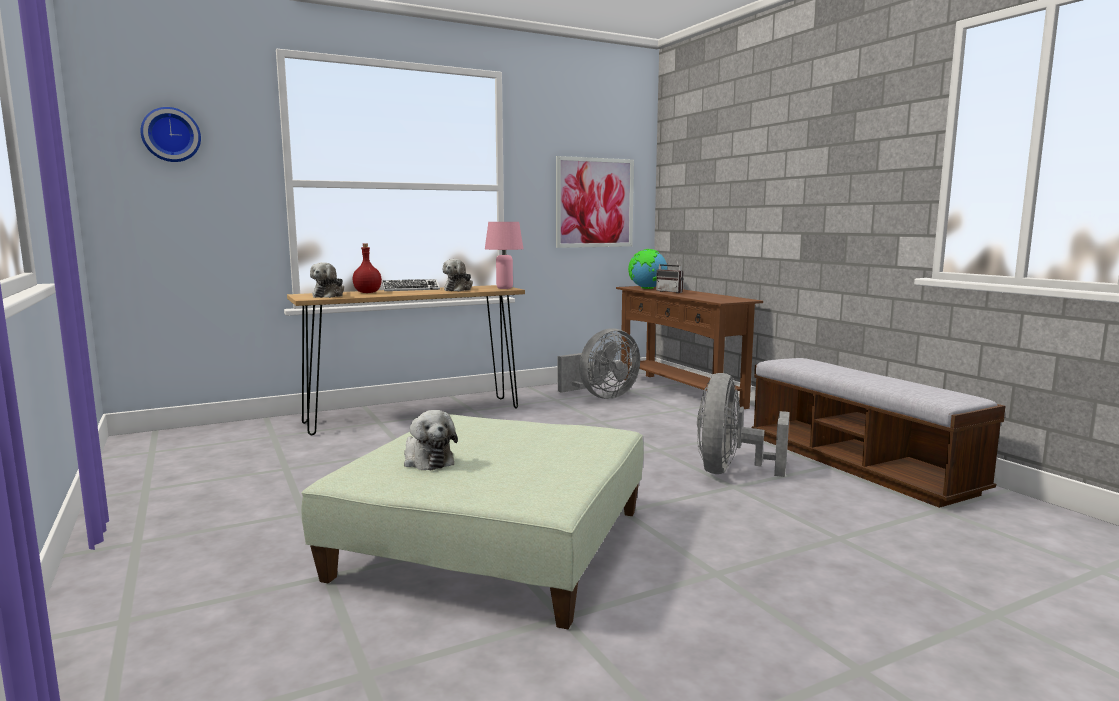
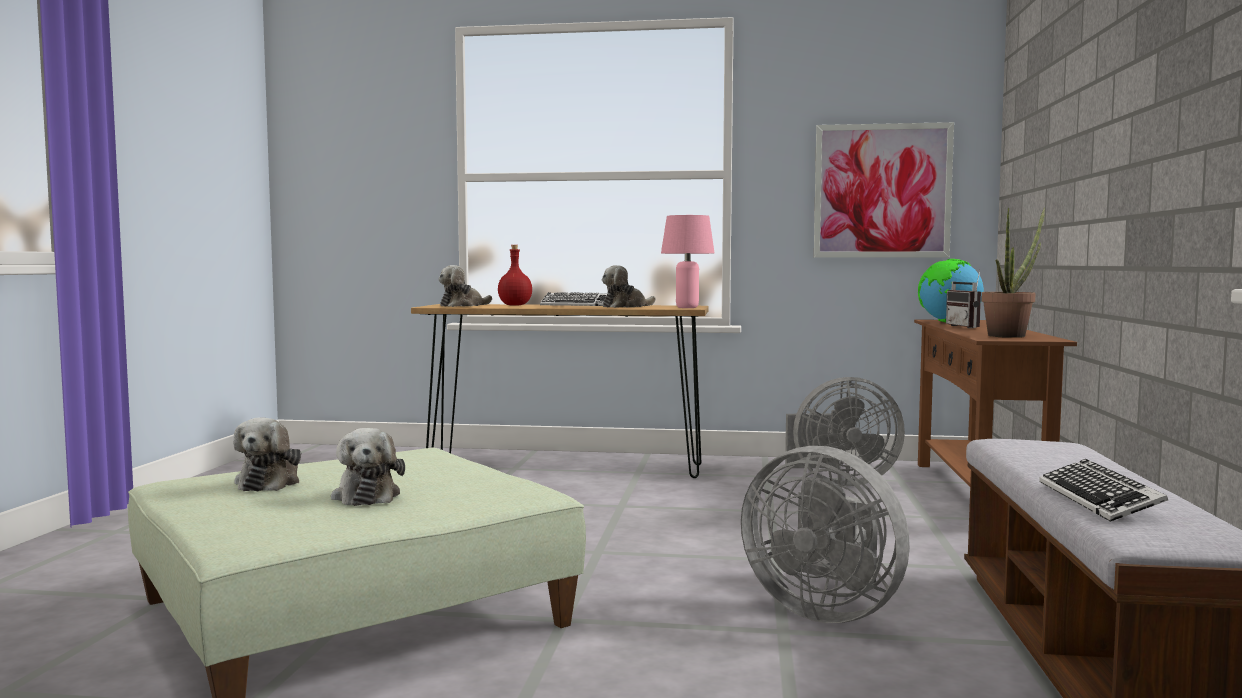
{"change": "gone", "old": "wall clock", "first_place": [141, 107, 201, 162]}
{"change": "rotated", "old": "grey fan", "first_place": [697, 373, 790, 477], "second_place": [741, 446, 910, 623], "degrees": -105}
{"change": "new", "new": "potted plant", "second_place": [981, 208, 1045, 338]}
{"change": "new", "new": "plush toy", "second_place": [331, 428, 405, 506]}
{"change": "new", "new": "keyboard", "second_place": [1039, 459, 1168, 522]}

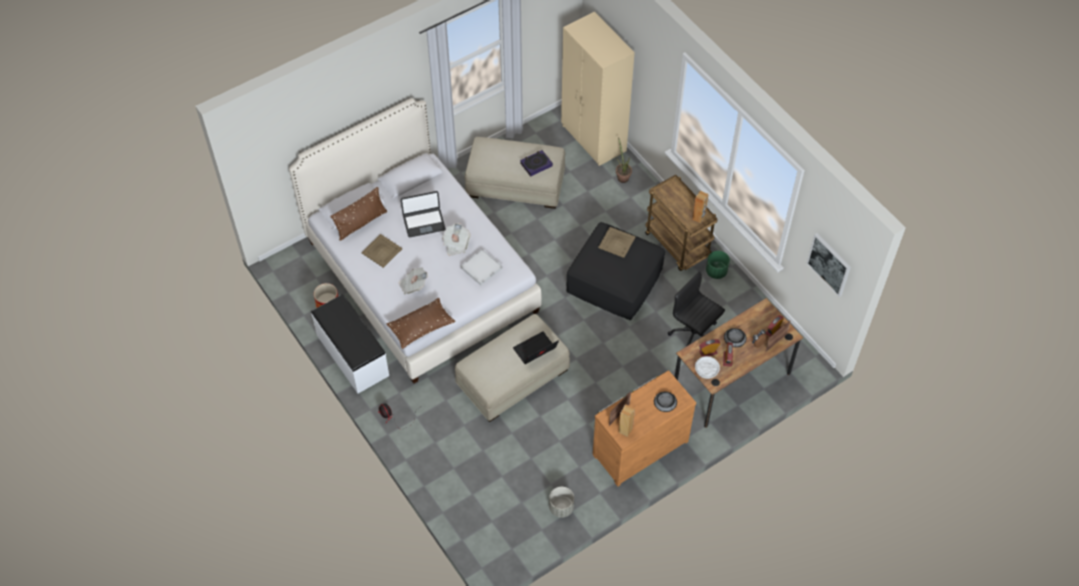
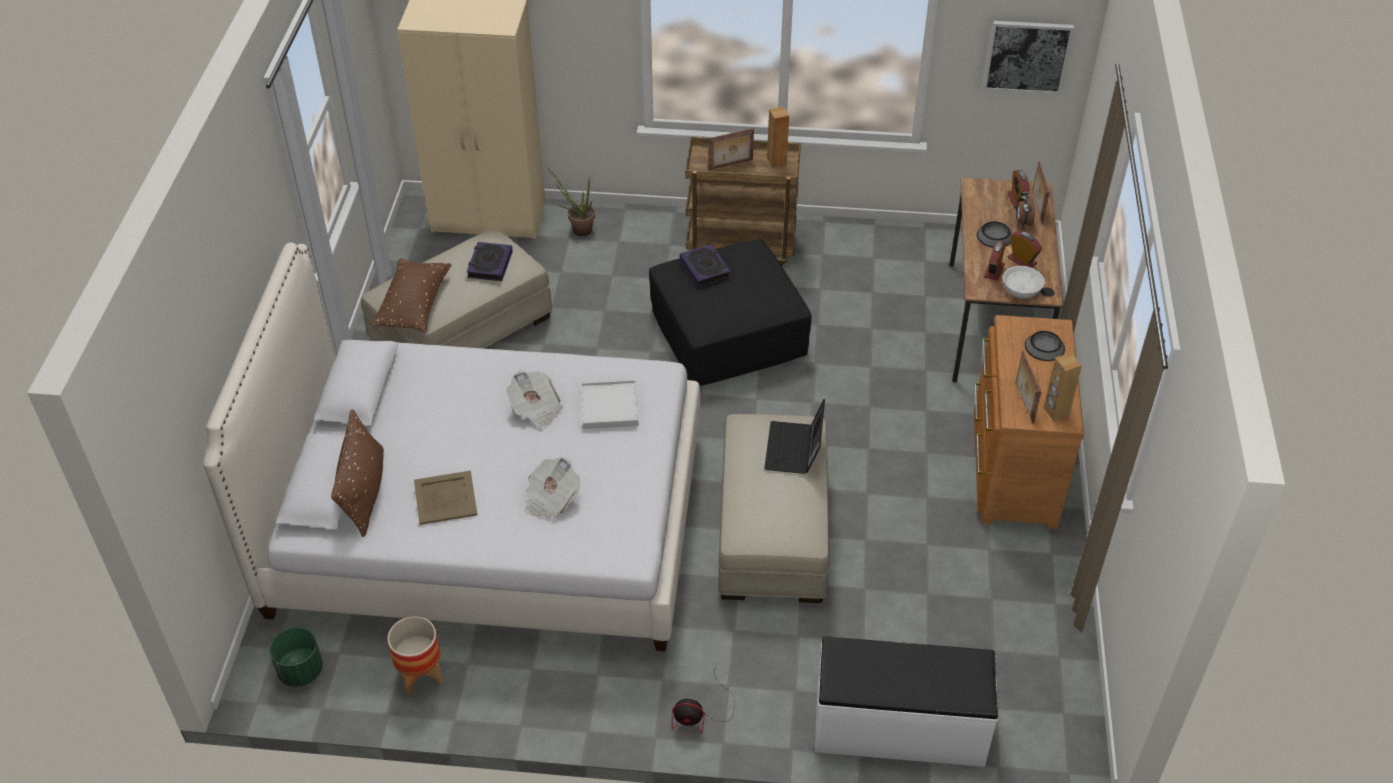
{"change": "gone", "old": "laptop", "first_place": [401, 191, 446, 237]}
{"change": "swapped", "old": "beige tray", "new": "book", "first_place": [598, 227, 636, 258], "second_place": [680, 244, 731, 287]}
{"change": "shifted", "old": "green planter", "first_place": [706, 251, 730, 279], "second_place": [269, 627, 323, 687]}
{"change": "gone", "old": "black office chair", "first_place": [668, 271, 725, 346]}
{"change": "shifted", "old": "white bench", "first_place": [311, 294, 389, 394], "second_place": [814, 637, 998, 767]}
{"change": "shifted", "old": "brown pillow", "first_place": [387, 298, 455, 349], "second_place": [371, 259, 451, 333]}
{"change": "gone", "old": "grey planter", "first_place": [549, 487, 574, 518]}
{"change": "new", "new": "picture frame", "second_place": [708, 128, 754, 170]}

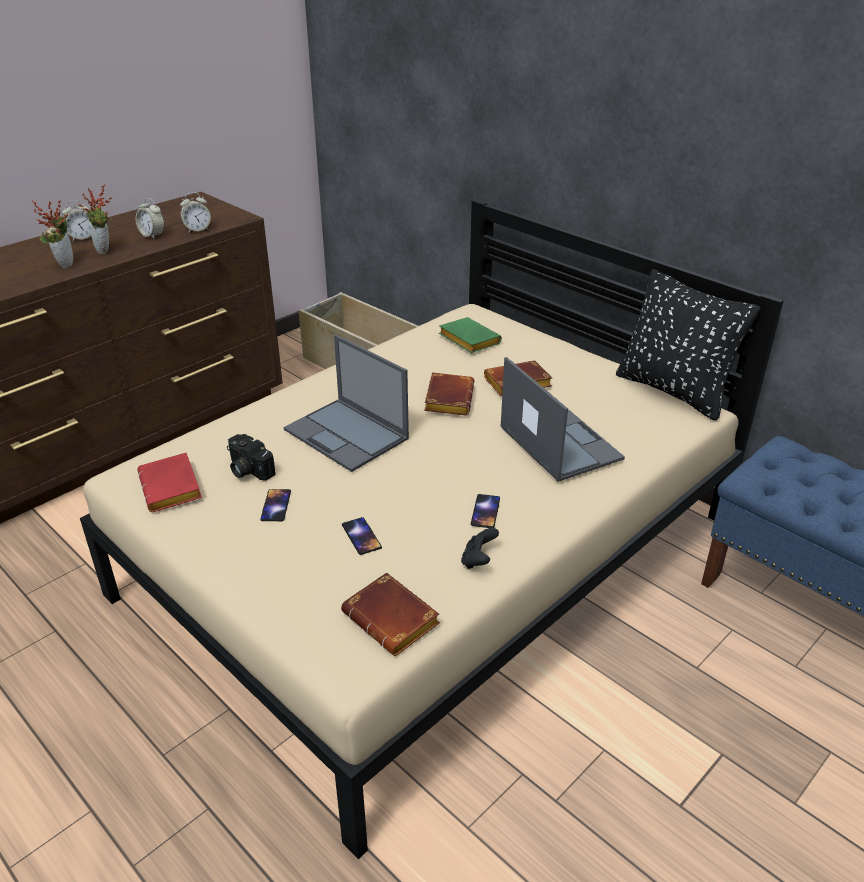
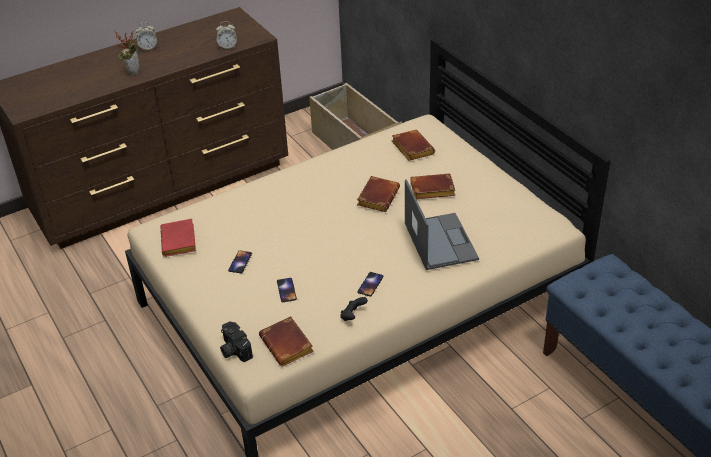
{"change": "gone", "old": "potted plant", "first_place": [78, 184, 113, 254]}
{"change": "gone", "old": "alarm clock", "first_place": [135, 198, 165, 239]}
{"change": "gone", "old": "black pillow", "first_place": [616, 269, 761, 421]}
{"change": "repainted", "old": "green book", "new": "brown book", "first_place": [439, 317, 502, 353], "second_place": [392, 130, 435, 161]}
{"change": "gone", "old": "laptop", "first_place": [284, 334, 409, 472]}
{"change": "shifted", "old": "photo camera", "first_place": [227, 434, 276, 481], "second_place": [220, 321, 253, 362]}

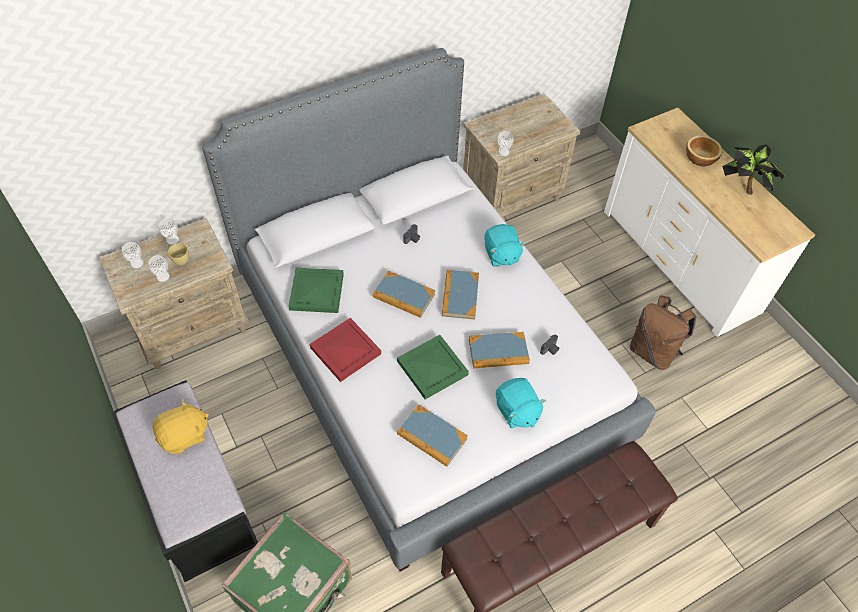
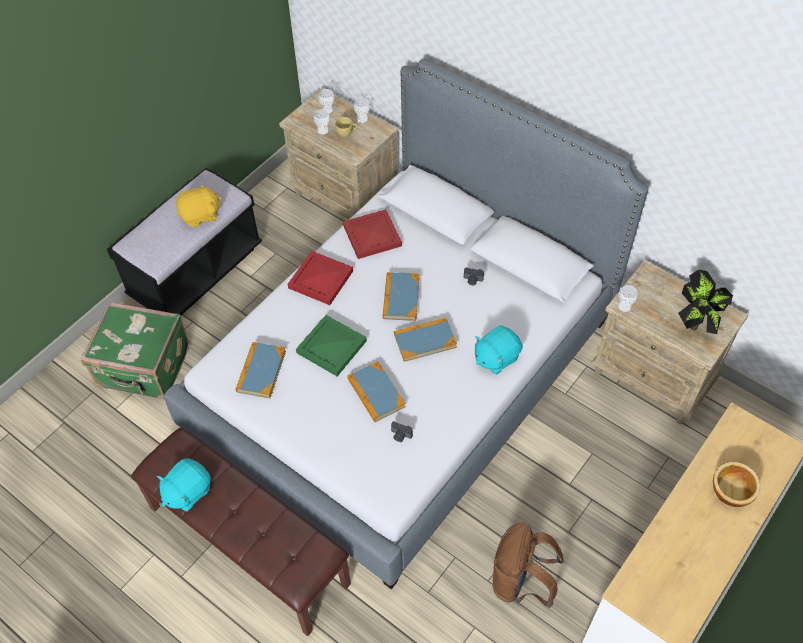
{"change": "shifted", "old": "potted plant", "first_place": [722, 144, 784, 195], "second_place": [678, 269, 733, 334]}
{"change": "repainted", "old": "green tray", "new": "red tray", "first_place": [288, 268, 344, 313], "second_place": [343, 209, 402, 259]}
{"change": "shifted", "old": "turquoise plush toy", "first_place": [496, 378, 546, 428], "second_place": [157, 458, 211, 512]}
{"change": "rotated", "old": "yellow plush toy", "first_place": [153, 399, 209, 454], "second_place": [176, 183, 222, 228], "degrees": -60}

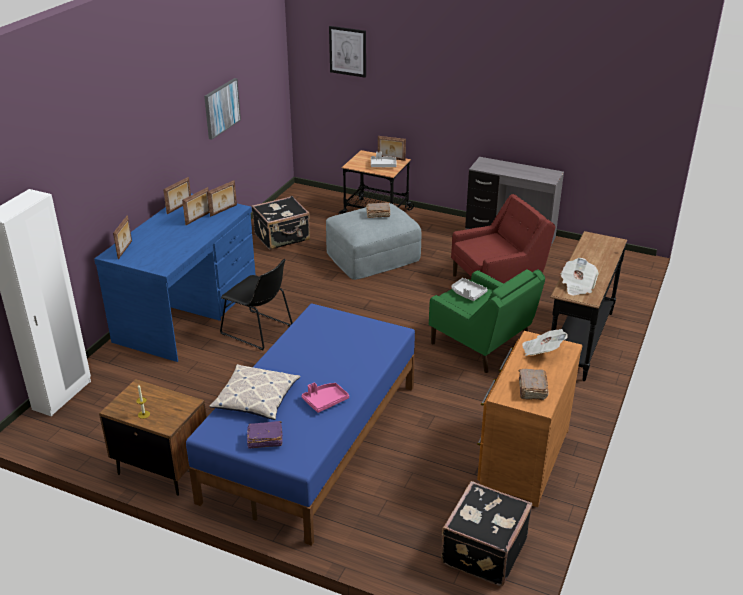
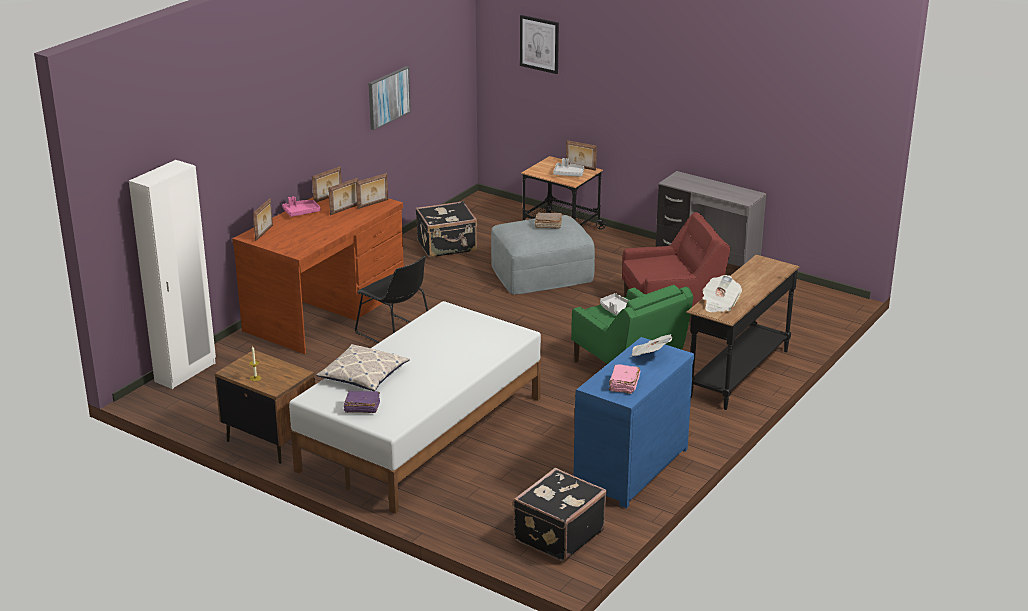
{"change": "repainted", "old": "blue desk", "new": "brown desk", "first_place": [94, 194, 256, 362], "second_place": [232, 197, 404, 354]}
{"change": "repainted", "old": "blue bed", "new": "white bed", "first_place": [186, 304, 415, 546], "second_place": [289, 301, 541, 514]}
{"change": "repainted", "old": "brown dresser", "new": "blue dresser", "first_place": [477, 331, 583, 507], "second_place": [573, 337, 694, 508]}
{"change": "repainted", "old": "brown book", "new": "pink book", "first_place": [519, 369, 549, 400], "second_place": [609, 364, 640, 394]}
{"change": "shifted", "old": "pink tray", "first_place": [301, 382, 349, 413], "second_place": [282, 196, 321, 217]}

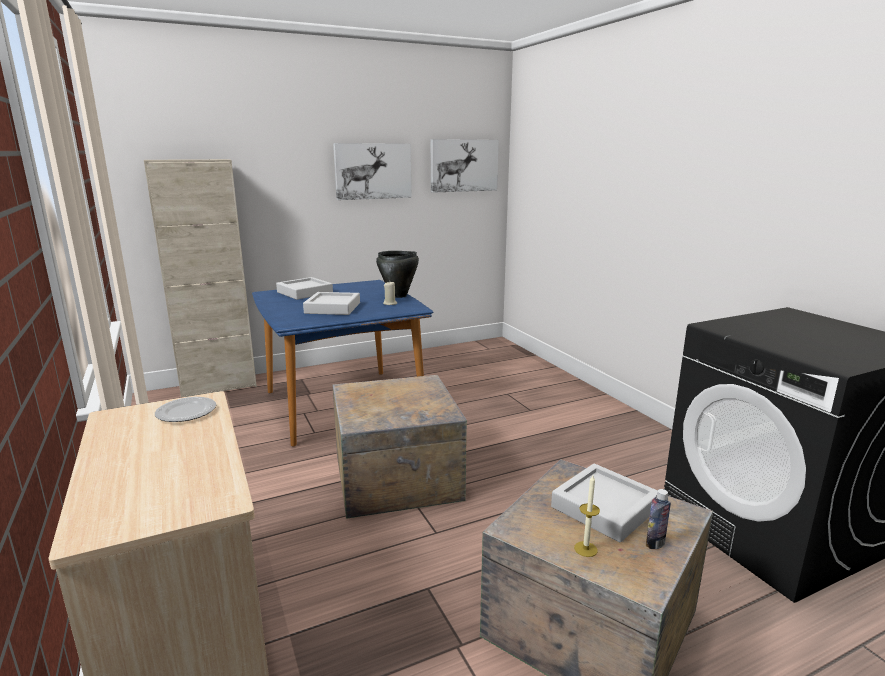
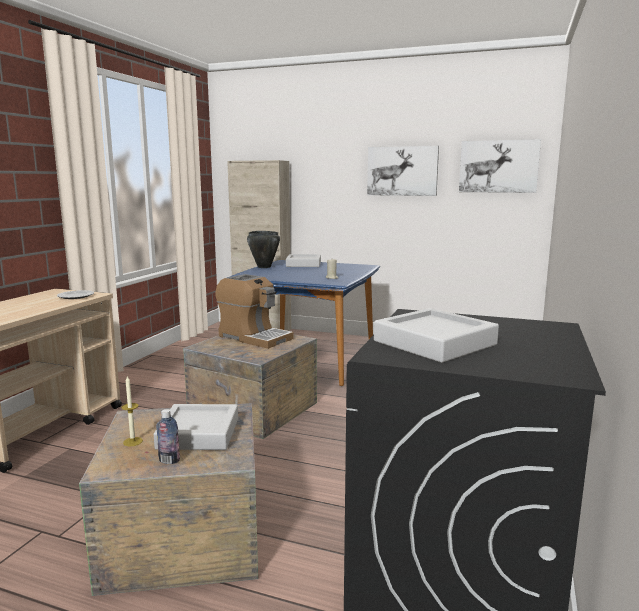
{"change": "shifted", "old": "black cooking pot", "first_place": [376, 251, 419, 298], "second_place": [247, 231, 280, 268]}
{"change": "shifted", "old": "grey tray", "first_place": [303, 292, 360, 315], "second_place": [374, 308, 499, 363]}
{"change": "new", "new": "coffee machine", "second_place": [215, 274, 294, 349]}

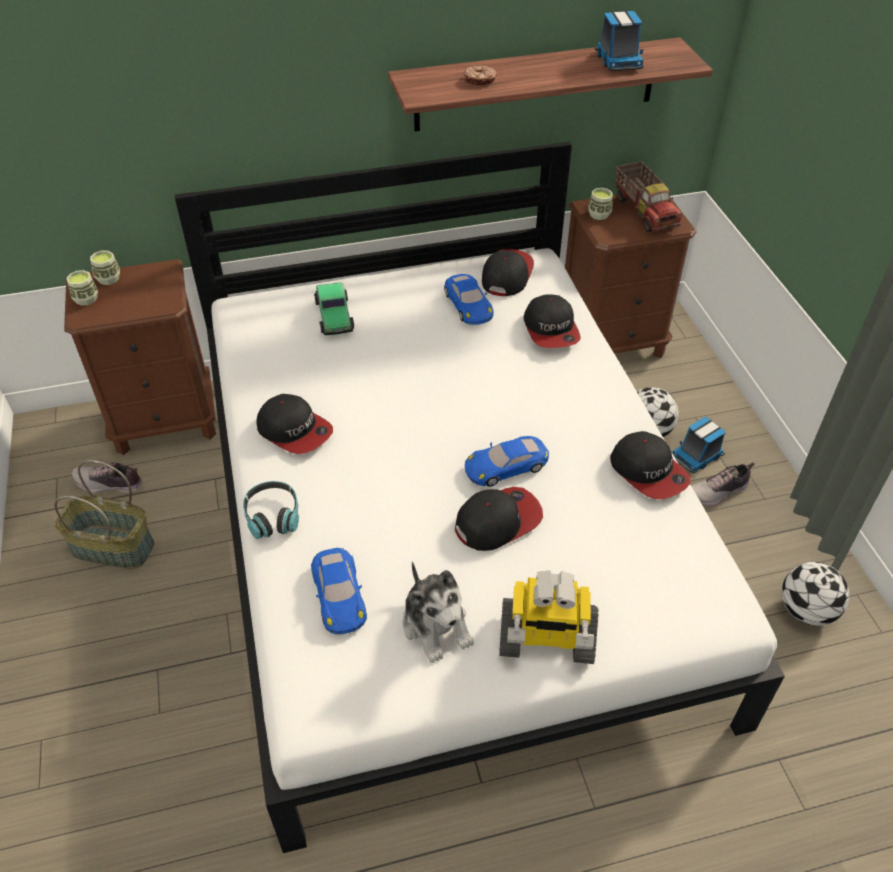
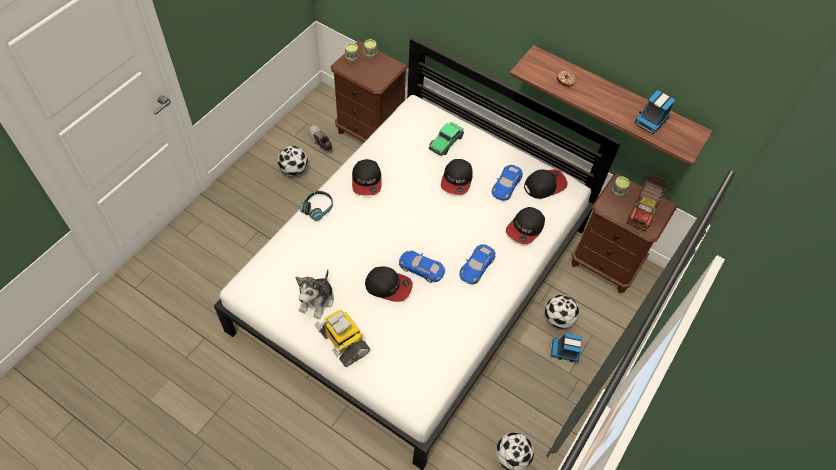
{"change": "shifted", "old": "cap", "first_place": [610, 431, 691, 500], "second_place": [441, 159, 473, 195]}
{"change": "swapped", "old": "basket", "new": "football", "first_place": [54, 460, 154, 569], "second_place": [277, 146, 308, 176]}
{"change": "gone", "old": "shoe", "first_place": [691, 462, 755, 506]}
{"change": "shifted", "old": "blue toy car", "first_place": [311, 548, 367, 634], "second_place": [459, 244, 495, 284]}

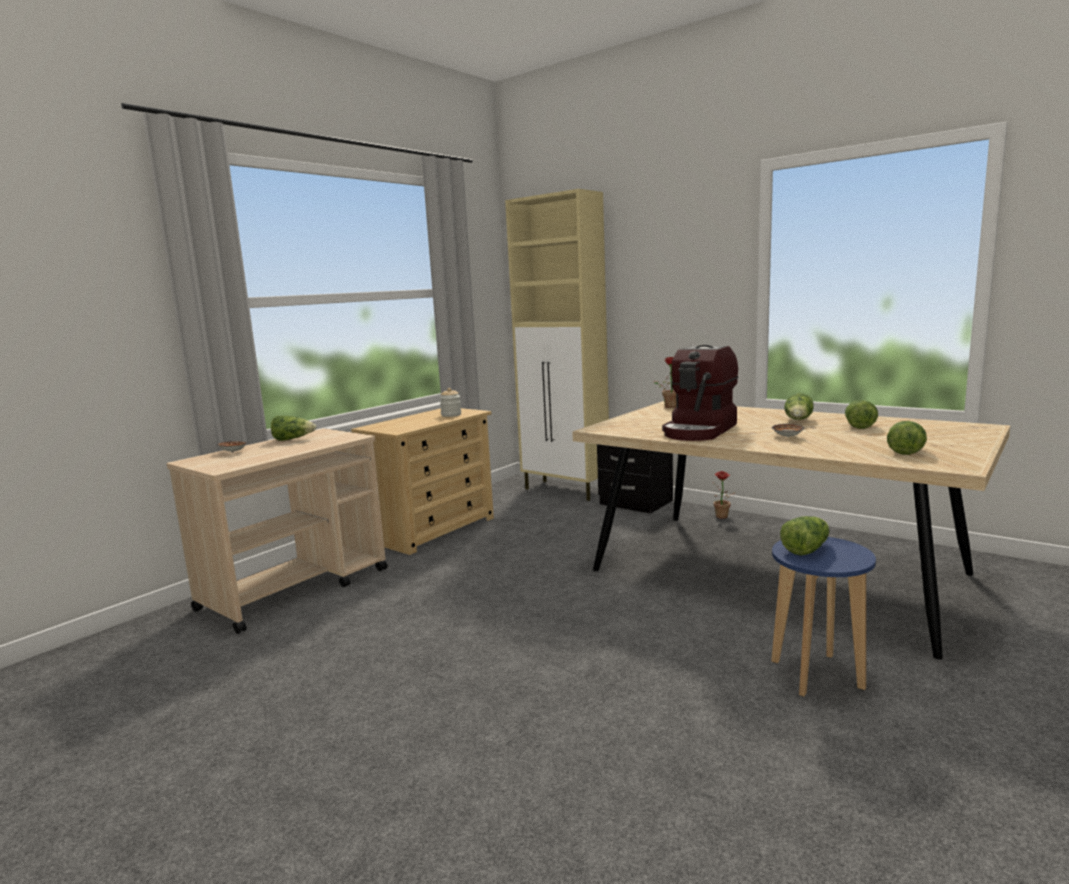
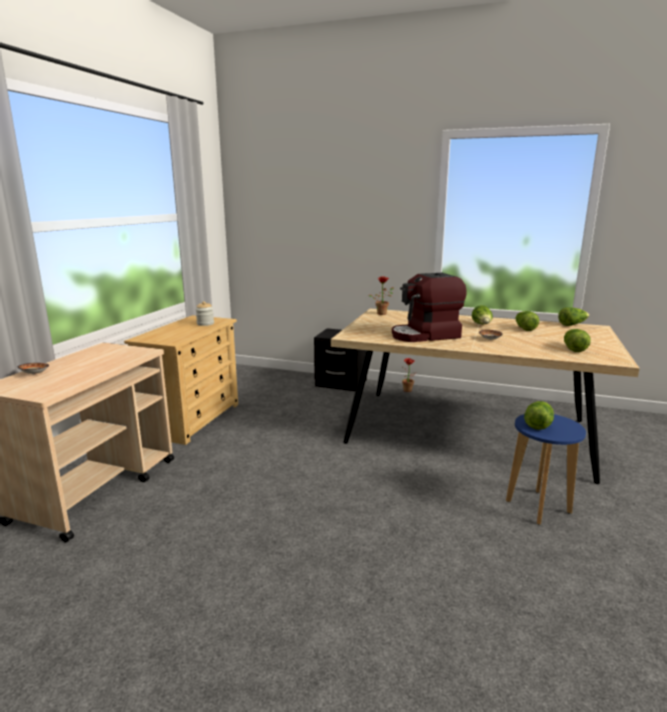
{"change": "gone", "old": "beige cabinet", "first_place": [505, 189, 609, 501]}
{"change": "rotated", "old": "coffee machine", "first_place": [662, 345, 738, 441], "second_place": [392, 273, 467, 342], "degrees": 60}
{"change": "shifted", "old": "lettuce", "first_place": [271, 416, 316, 441], "second_place": [558, 307, 589, 326]}

